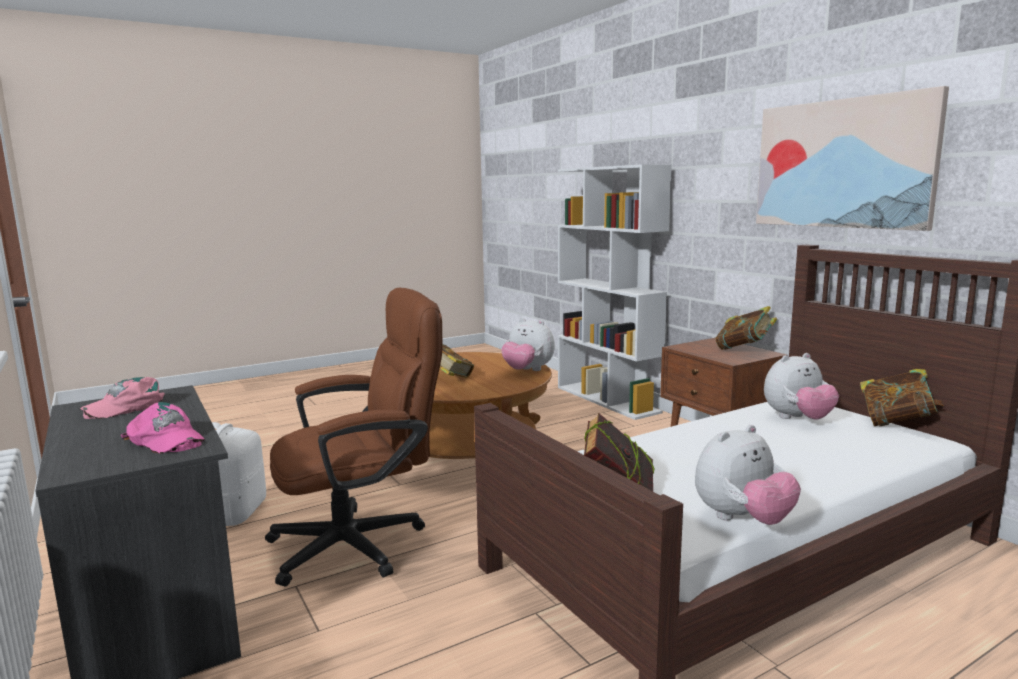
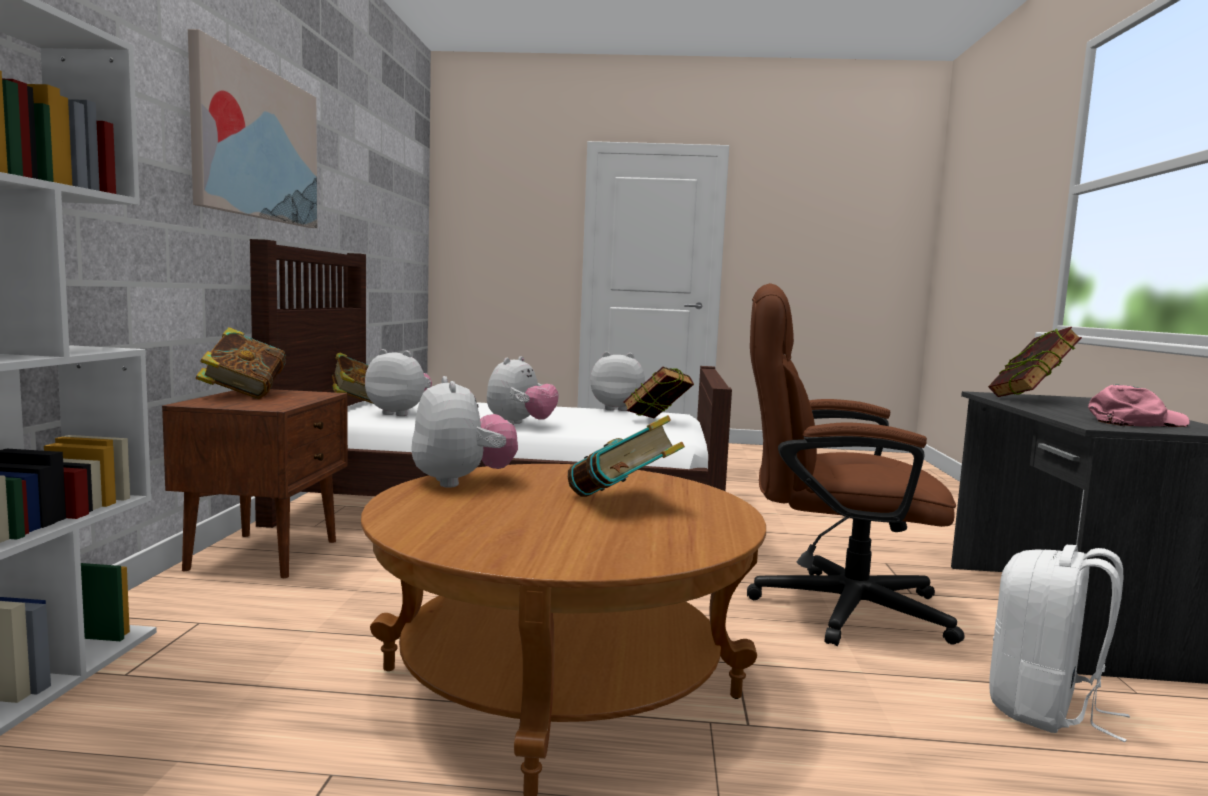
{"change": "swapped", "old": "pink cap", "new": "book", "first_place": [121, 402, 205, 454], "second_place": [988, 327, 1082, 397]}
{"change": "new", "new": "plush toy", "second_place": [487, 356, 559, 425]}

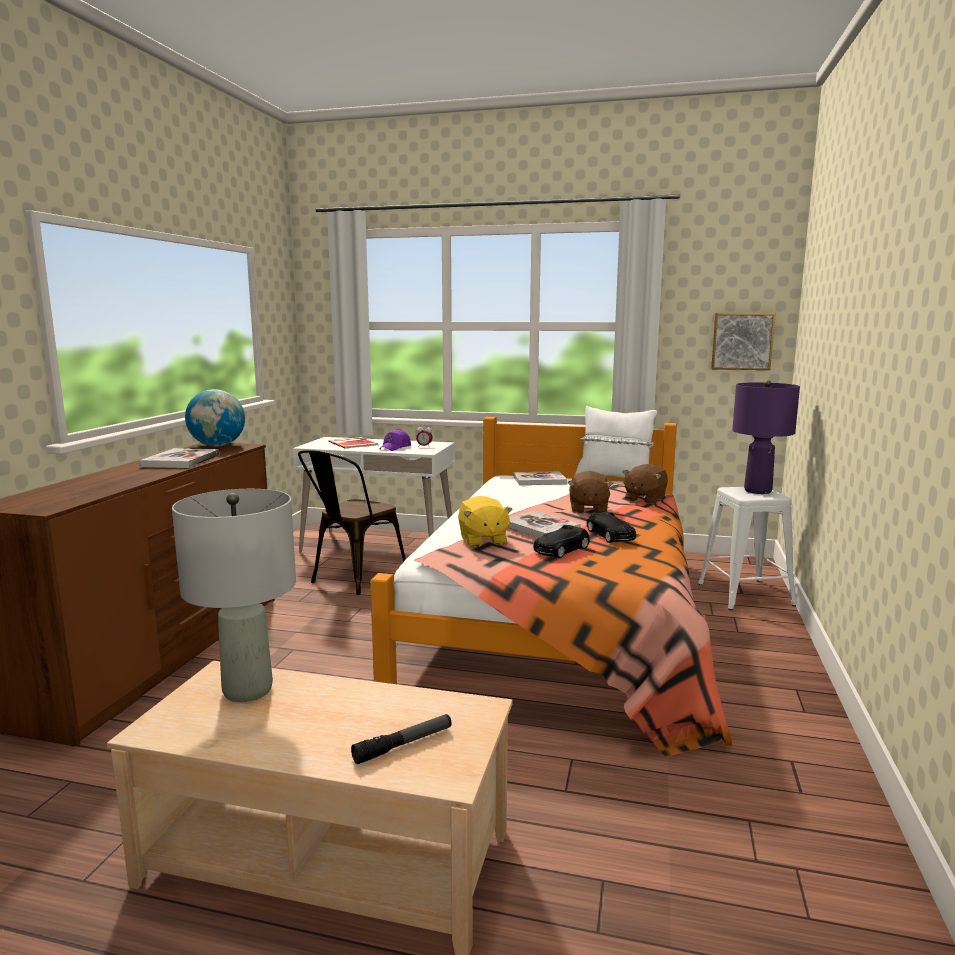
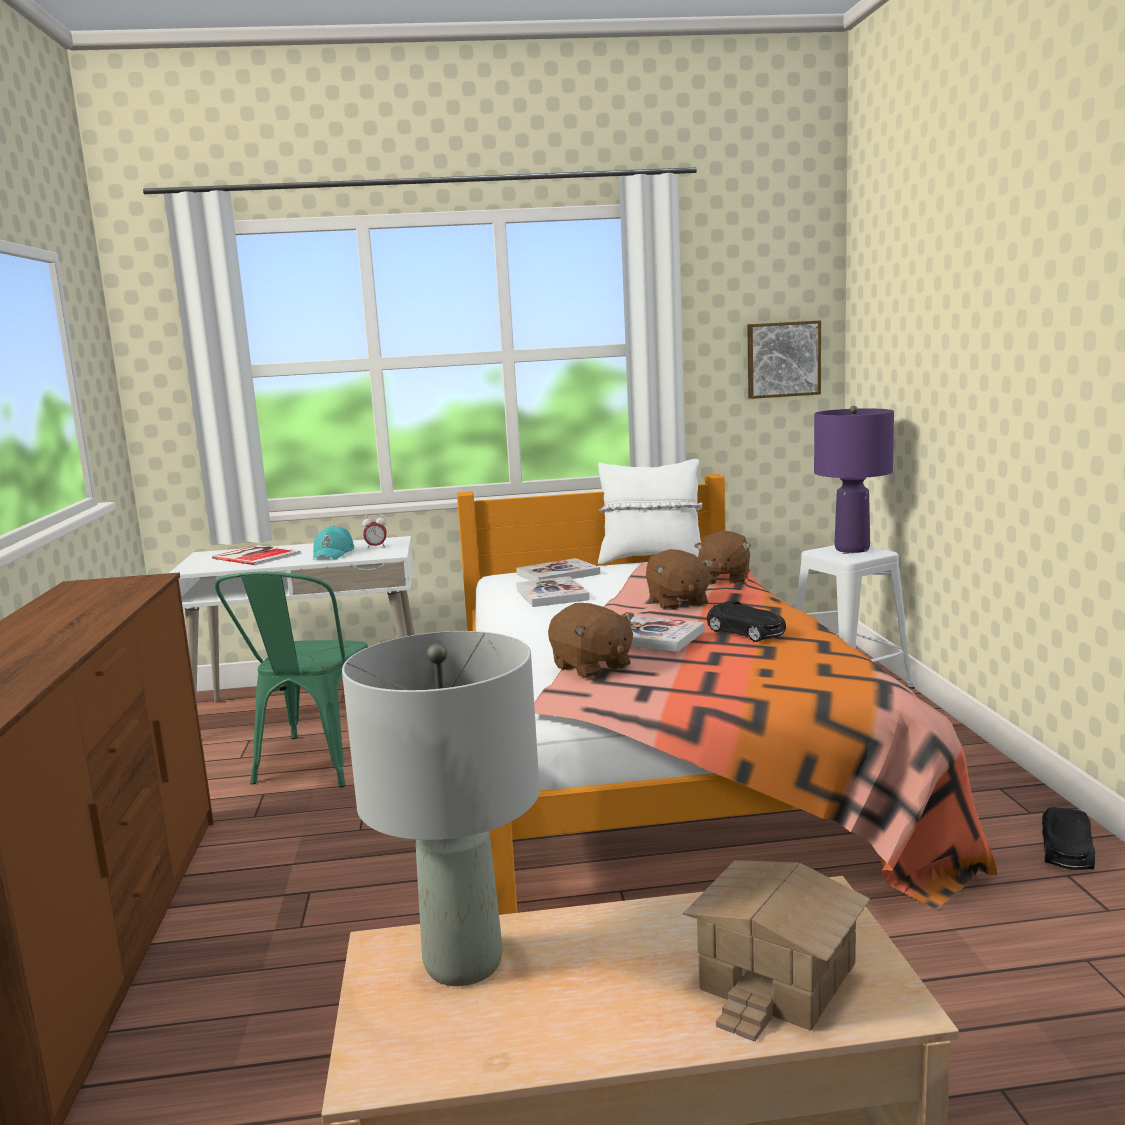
{"change": "gone", "old": "globe", "first_place": [185, 389, 245, 446]}
{"change": "repainted", "old": "purple cap", "new": "turquoise cap", "first_place": [379, 429, 411, 451], "second_place": [313, 526, 354, 560]}
{"change": "shifted", "old": "book", "first_place": [140, 448, 219, 468], "second_place": [516, 576, 590, 607]}
{"change": "repainted", "old": "brown chair", "new": "green chair", "first_place": [298, 450, 406, 595], "second_place": [215, 572, 368, 787]}
{"change": "repainted", "old": "yellow plush toy", "new": "brown plush toy", "first_place": [458, 496, 513, 547], "second_place": [548, 603, 634, 679]}
{"change": "shifted", "old": "black toy car", "first_place": [533, 525, 589, 558], "second_place": [1042, 807, 1095, 870]}
{"change": "swapped", "old": "flashlight", "new": "toy house", "first_place": [351, 714, 452, 764], "second_place": [683, 860, 871, 1042]}

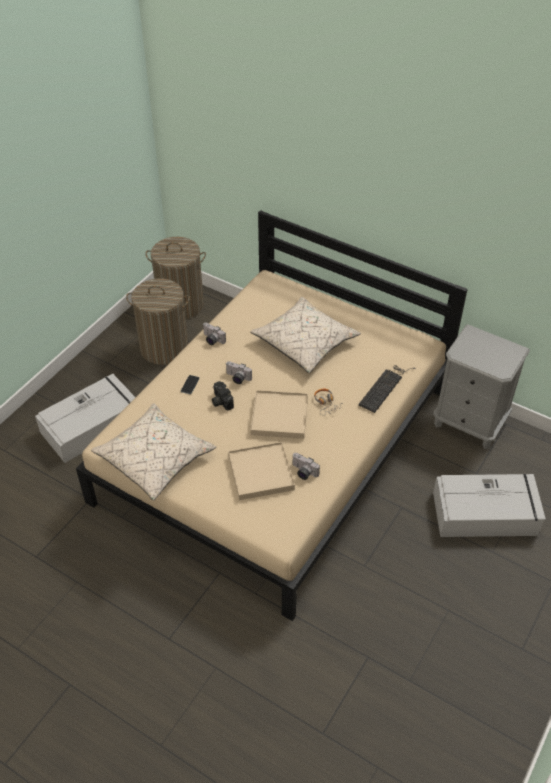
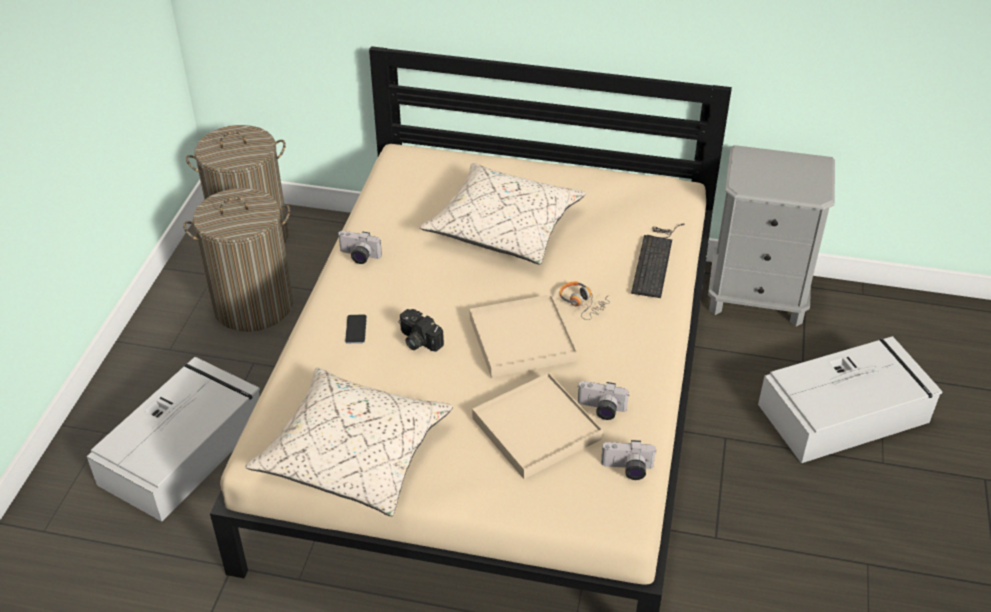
{"change": "shifted", "old": "photo camera", "first_place": [226, 361, 252, 384], "second_place": [601, 440, 657, 480]}

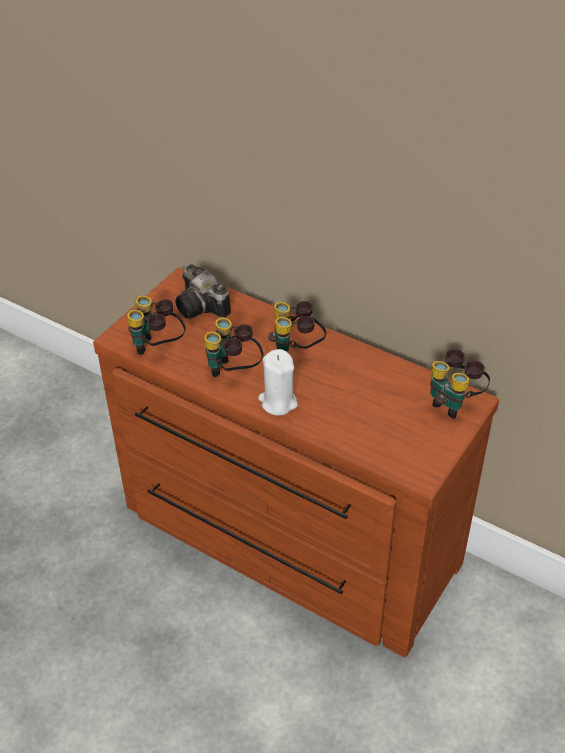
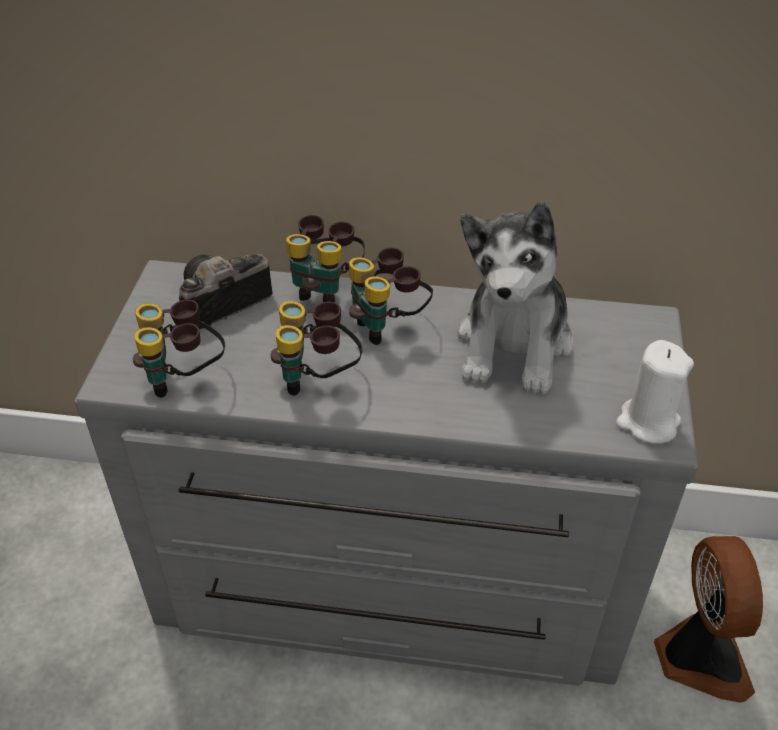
{"change": "rotated", "old": "photo camera", "first_place": [175, 264, 231, 319], "second_place": [179, 254, 272, 329], "degrees": 120}
{"change": "repainted", "old": "brown dresser", "new": "grey dresser", "first_place": [93, 268, 499, 657], "second_place": [74, 260, 698, 686]}
{"change": "shifted", "old": "white candle", "first_place": [258, 349, 298, 416], "second_place": [616, 340, 694, 444]}
{"change": "shifted", "old": "binoculars", "first_place": [430, 349, 490, 419], "second_place": [286, 215, 365, 302]}
{"change": "new", "new": "plush toy", "second_place": [457, 202, 573, 395]}
{"change": "new", "new": "fan", "second_place": [654, 536, 763, 703]}

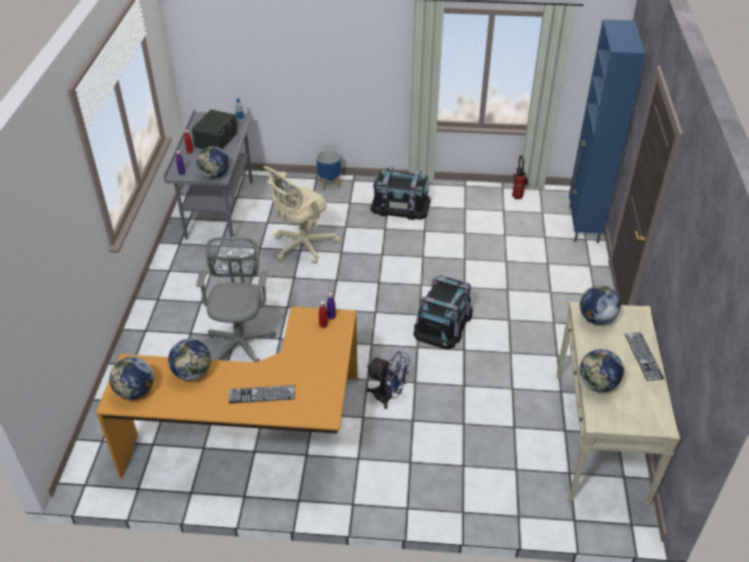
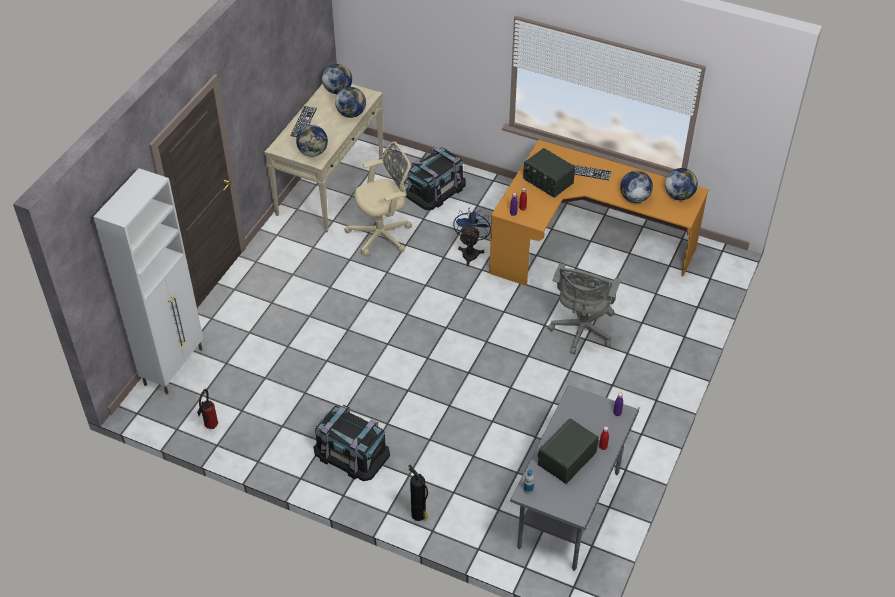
{"change": "repainted", "old": "blue cabinet", "new": "white cabinet", "first_place": [569, 19, 646, 243], "second_place": [93, 168, 203, 394]}
{"change": "shifted", "old": "globe", "first_place": [197, 146, 229, 179], "second_place": [322, 64, 352, 94]}
{"change": "swapped", "old": "planter", "new": "fire extinguisher", "first_place": [316, 149, 341, 190], "second_place": [408, 465, 428, 521]}
{"change": "shifted", "old": "beige office chair", "first_place": [263, 166, 340, 264], "second_place": [344, 141, 412, 256]}
{"change": "shifted", "old": "black storage box", "first_place": [414, 275, 473, 350], "second_place": [406, 147, 466, 210]}
{"change": "rotated", "old": "blue fan", "first_place": [367, 351, 411, 409], "second_place": [453, 207, 491, 266], "degrees": 60}
{"change": "new", "new": "radio", "second_place": [523, 148, 575, 198]}

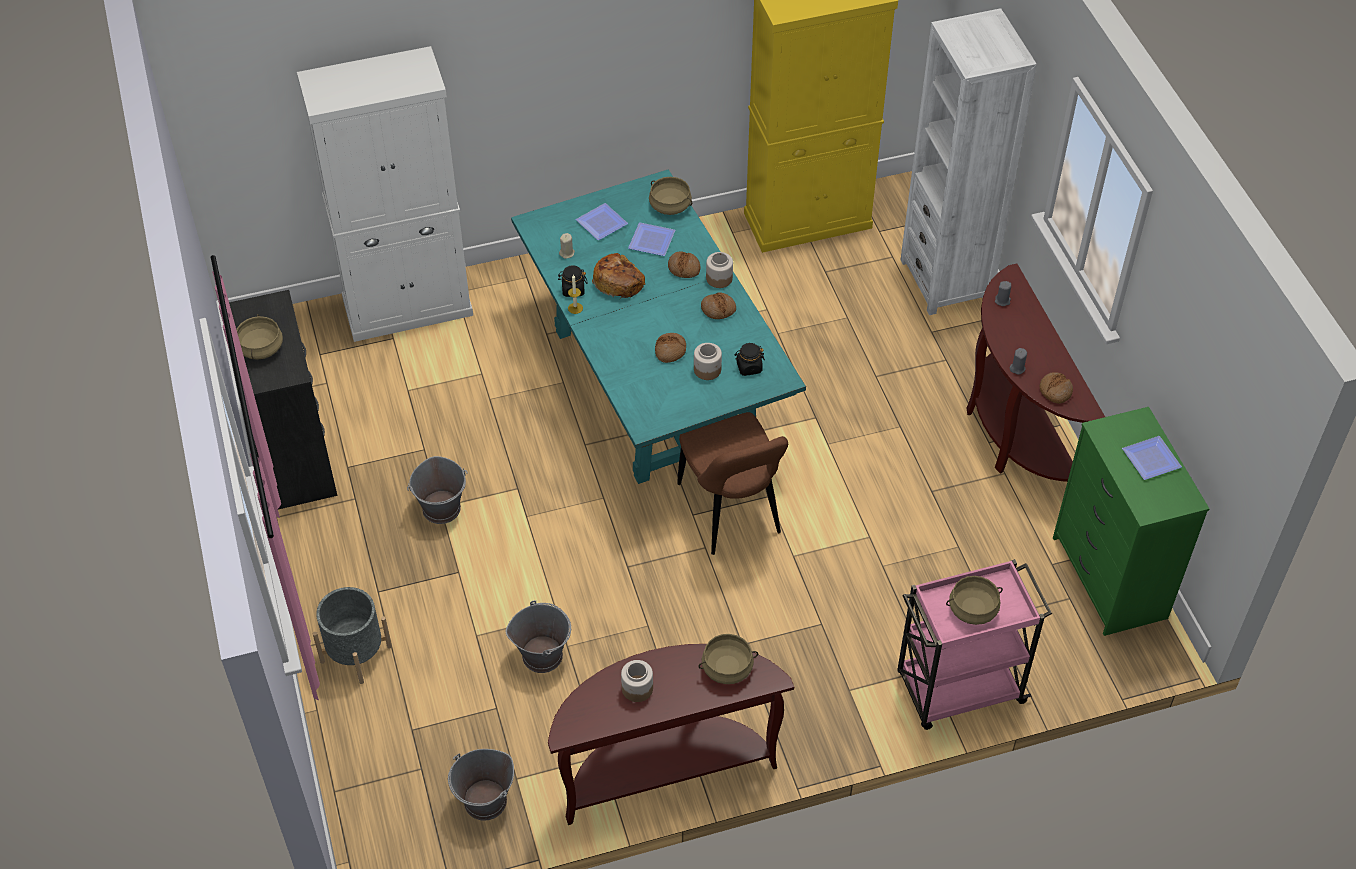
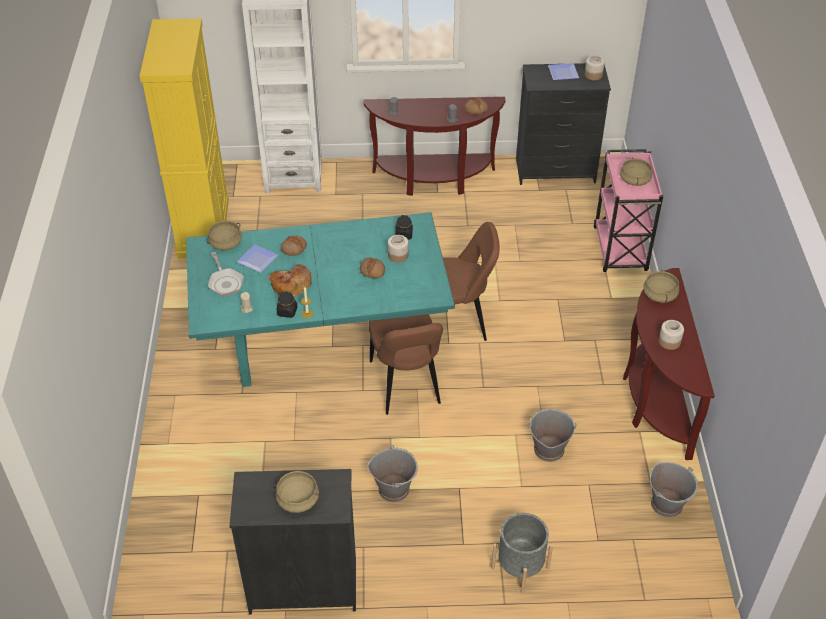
{"change": "gone", "old": "white cabinet", "first_place": [297, 46, 473, 342]}
{"change": "swapped", "old": "plate", "new": "frying pan", "first_place": [576, 203, 628, 240], "second_place": [208, 252, 244, 297]}
{"change": "shifted", "old": "jar", "first_place": [706, 252, 733, 288], "second_place": [585, 55, 605, 80]}
{"change": "gone", "old": "bread", "first_place": [701, 292, 736, 319]}
{"change": "repainted", "old": "green dresser", "new": "black dresser", "first_place": [1053, 407, 1209, 636], "second_place": [516, 63, 611, 185]}
{"change": "new", "new": "brown chair", "second_place": [369, 314, 443, 415]}

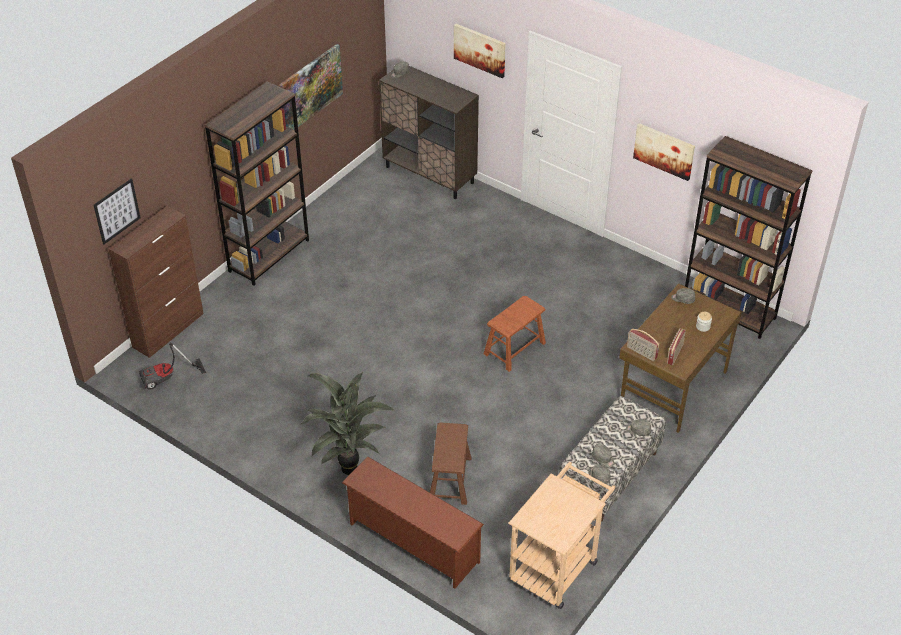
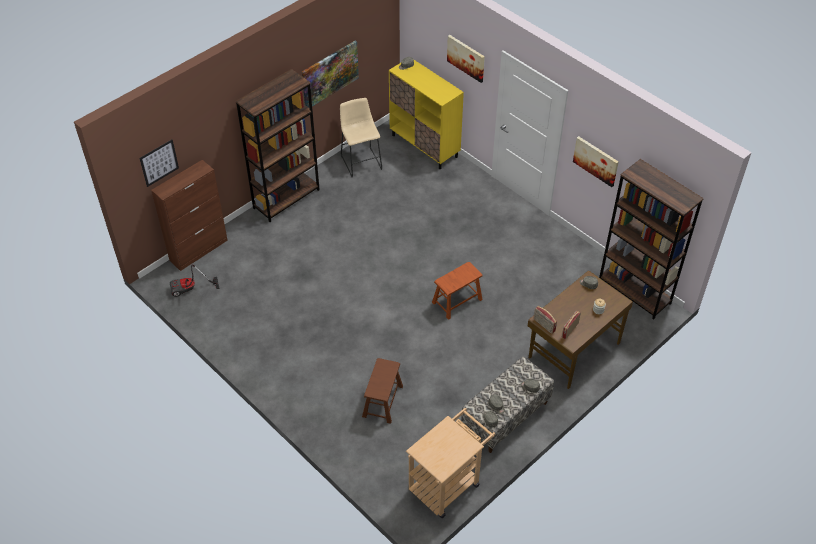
{"change": "repainted", "old": "brown cabinet", "new": "yellow cabinet", "first_place": [379, 66, 479, 199], "second_place": [389, 59, 464, 169]}
{"change": "gone", "old": "potted plant", "first_place": [301, 372, 394, 475]}
{"change": "gone", "old": "brown shoe rack", "first_place": [342, 456, 484, 589]}
{"change": "new", "new": "beige stool", "second_place": [340, 98, 382, 177]}

